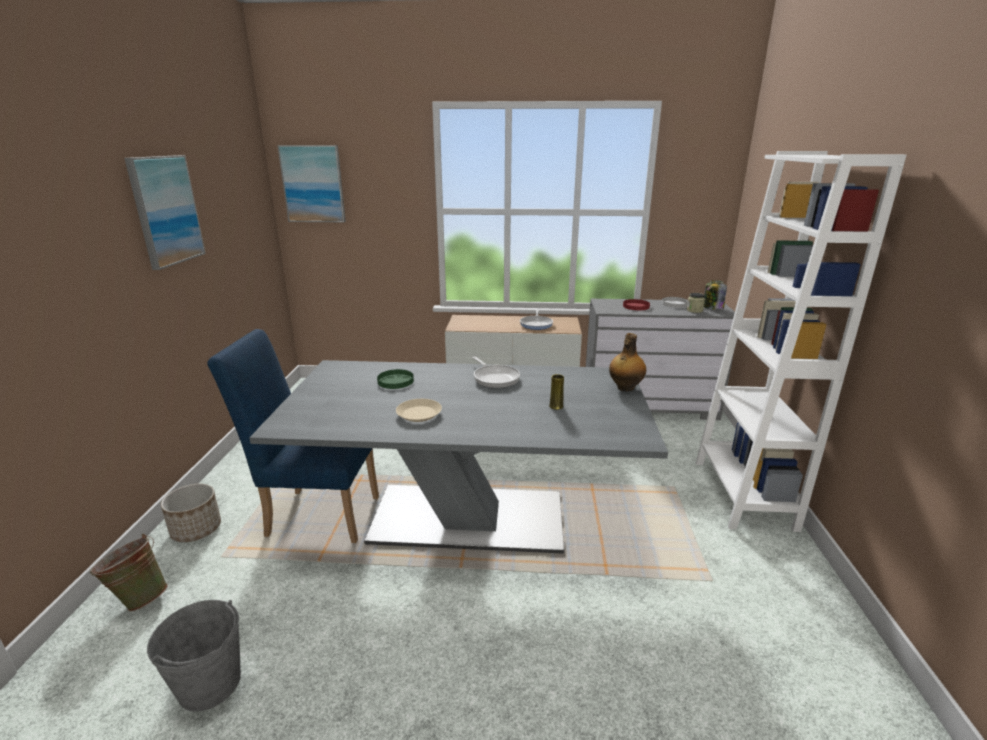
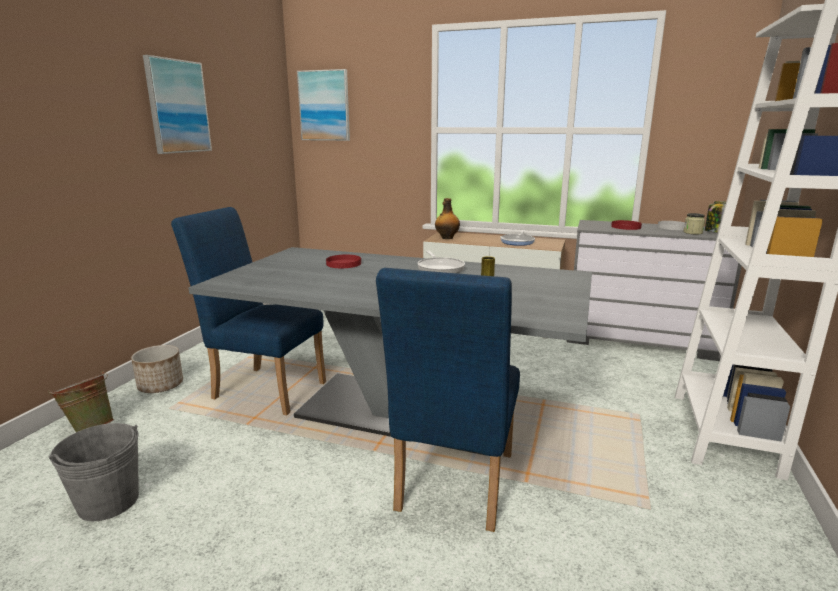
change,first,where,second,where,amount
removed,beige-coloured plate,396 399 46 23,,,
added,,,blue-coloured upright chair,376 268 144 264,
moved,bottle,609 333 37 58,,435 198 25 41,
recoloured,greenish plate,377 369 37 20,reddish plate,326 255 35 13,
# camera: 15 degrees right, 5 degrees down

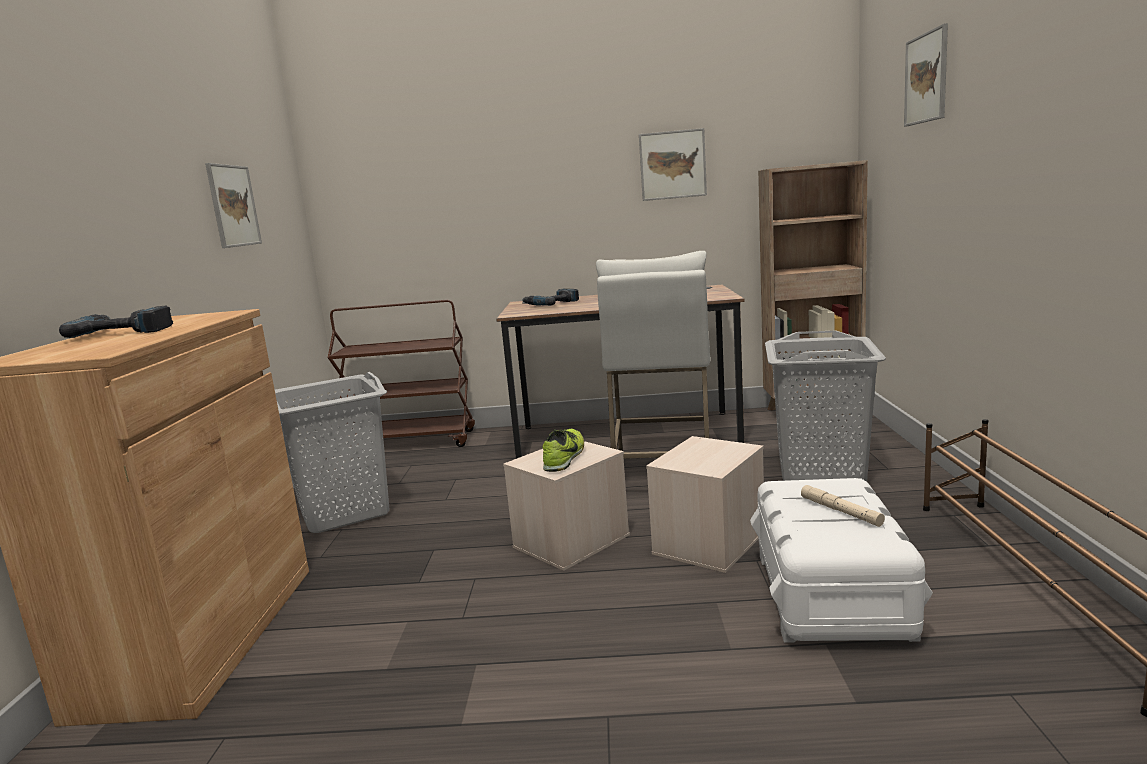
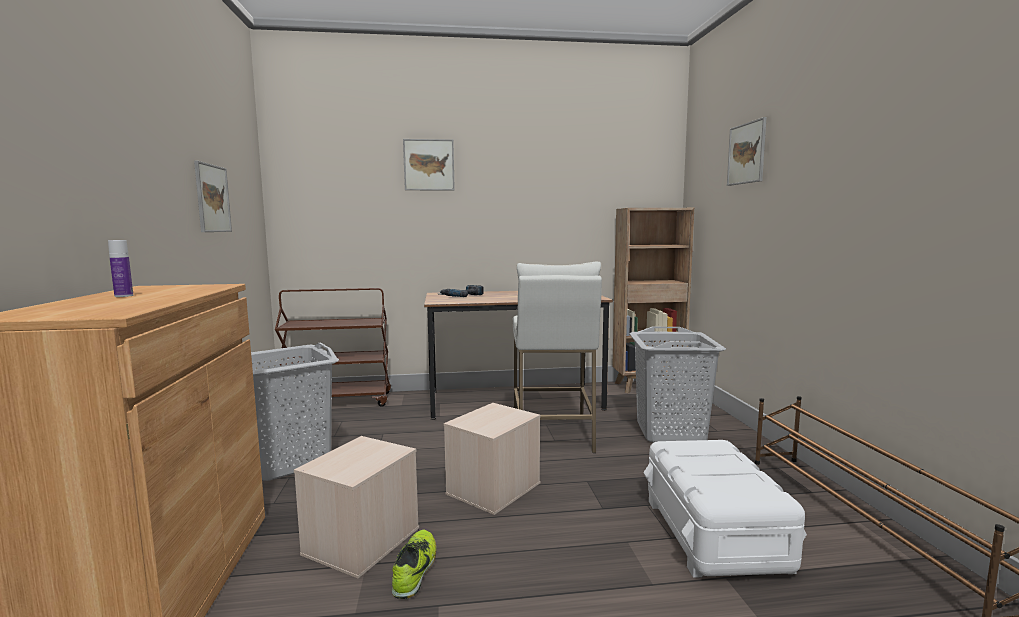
change,first,where,second,where,amount
removed,beige-coloured flashlight,801 485 84 42,,,
moved,item of footwear,543 429 41 43,,392 530 44 69,
moved,wall art,639 128 68 73,,403 139 52 51,
moved,beige-coloured storage bin,646 436 118 137,,294 436 125 142,
replaced,electric drill,59 306 114 32,bottle,108 240 25 57,
# camera: 10 degrees left, 5 degrees down

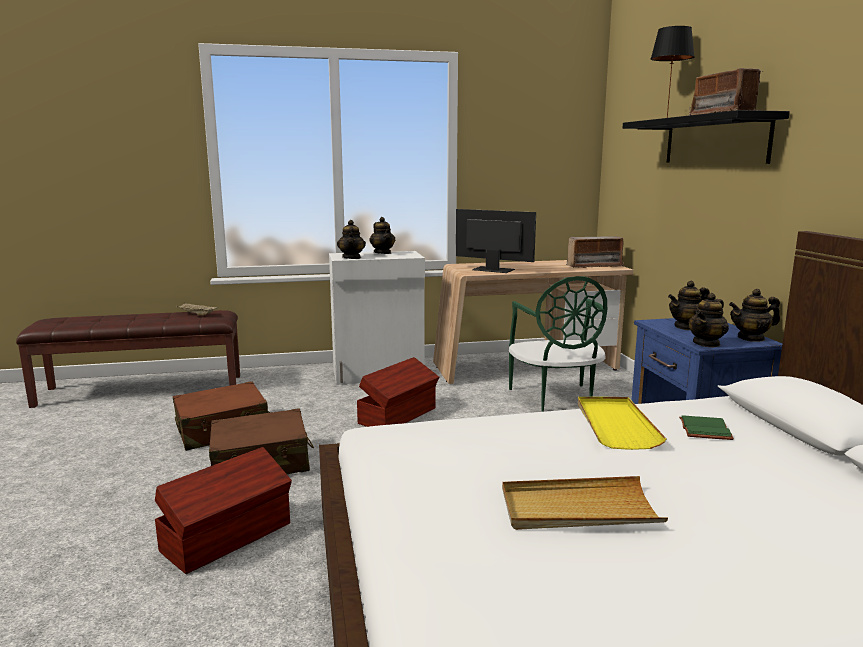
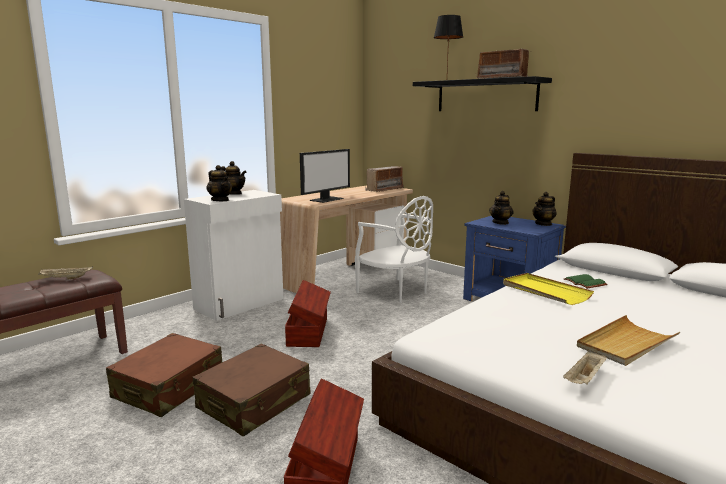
change,first,where,second,where,amount
removed,pot for tea,688 293 41 55,,,
added,,,beige-coloured carrying tray,563 350 44 35,
recoloured,greenish upright chair,509 276 98 136,whitish upright chair,355 196 78 107,
turned,computer screen,456 209 80 64,,300 149 50 54,135 degrees clockwise
# camera: 35 degrees left, 0 degrees up

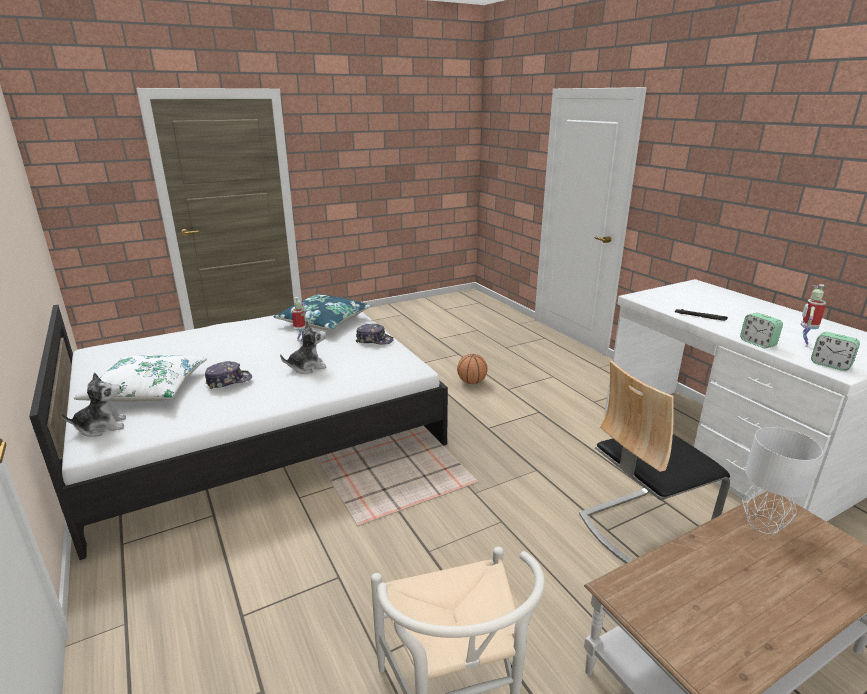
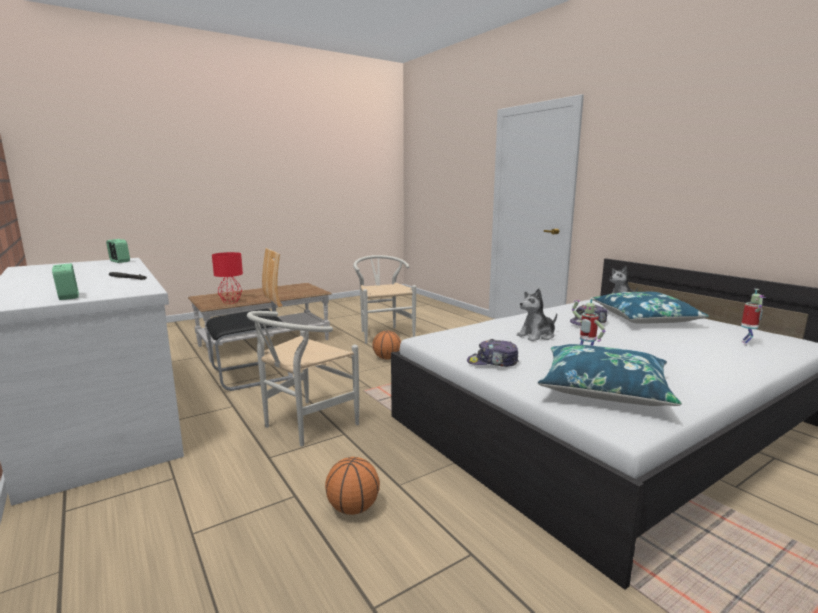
change,first,where,second,where,amount
added,,,whitish upright chair,247 311 112 135,
added,,,basketball,372 331 29 29,
moved,alarm clock,740 313 43 35,,52 263 27 37,
moved,model robot,801 284 25 63,,741 289 25 57,
recoloured,whitish pillow,74 355 133 46,blue-coloured pillow,593 292 116 32,
recoloured,grey table lamp,742 427 81 107,reddish table lamp,212 252 31 52,
# camera: 175 degrees right, 10 degrees down

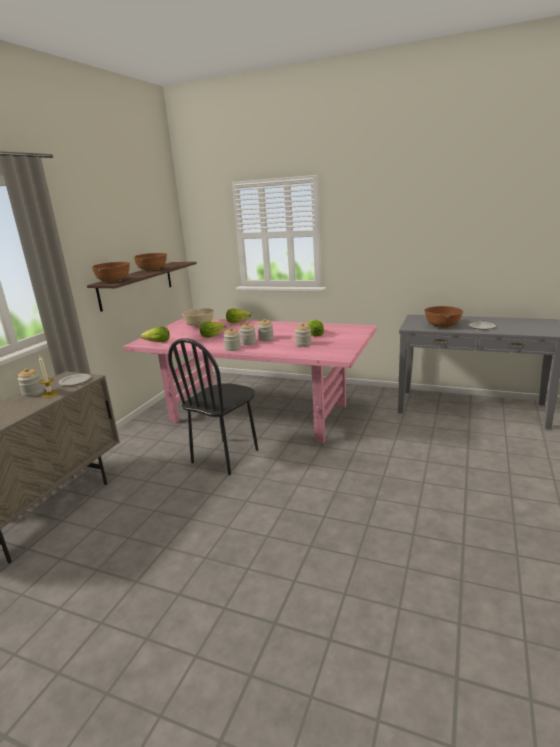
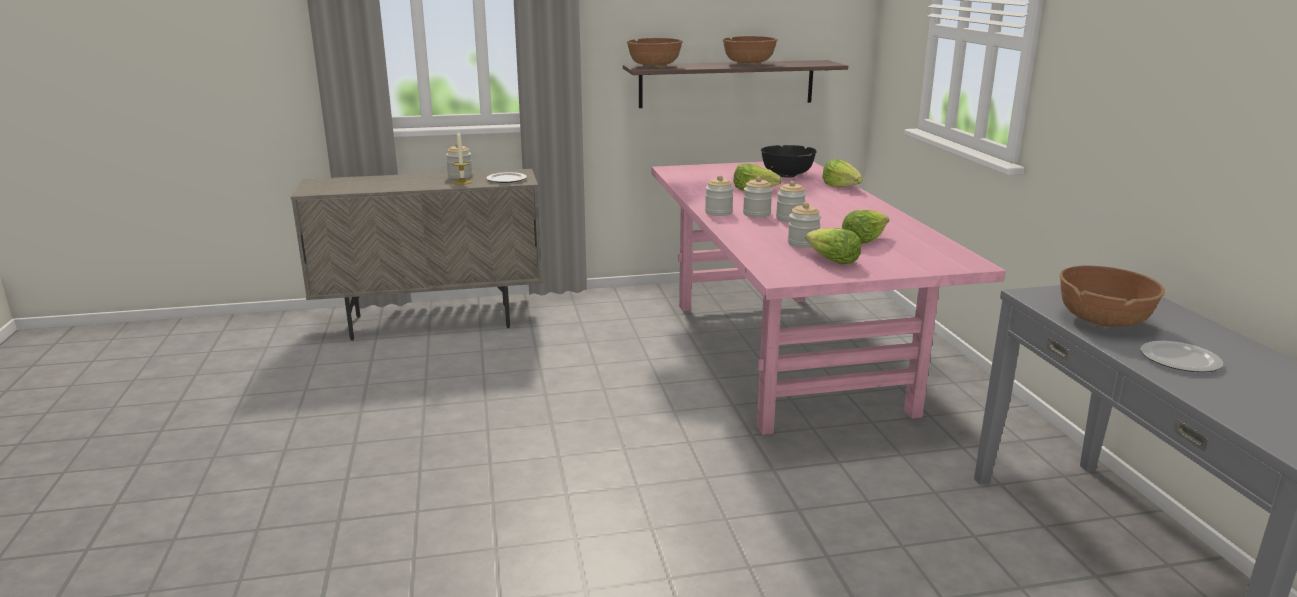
change,first,where,second,where,amount
removed,black-coloured upright chair,168 338 90 137,,,
moved,lettuce,141 326 29 16,,805 228 56 36,
recoloured,beige-coloured bowl,182 308 32 20,black-coloured bowl,761 145 56 33,
# camera: 55 degrees right, 0 degrees up

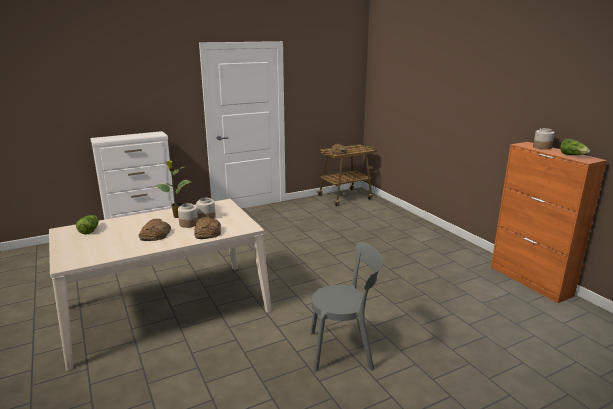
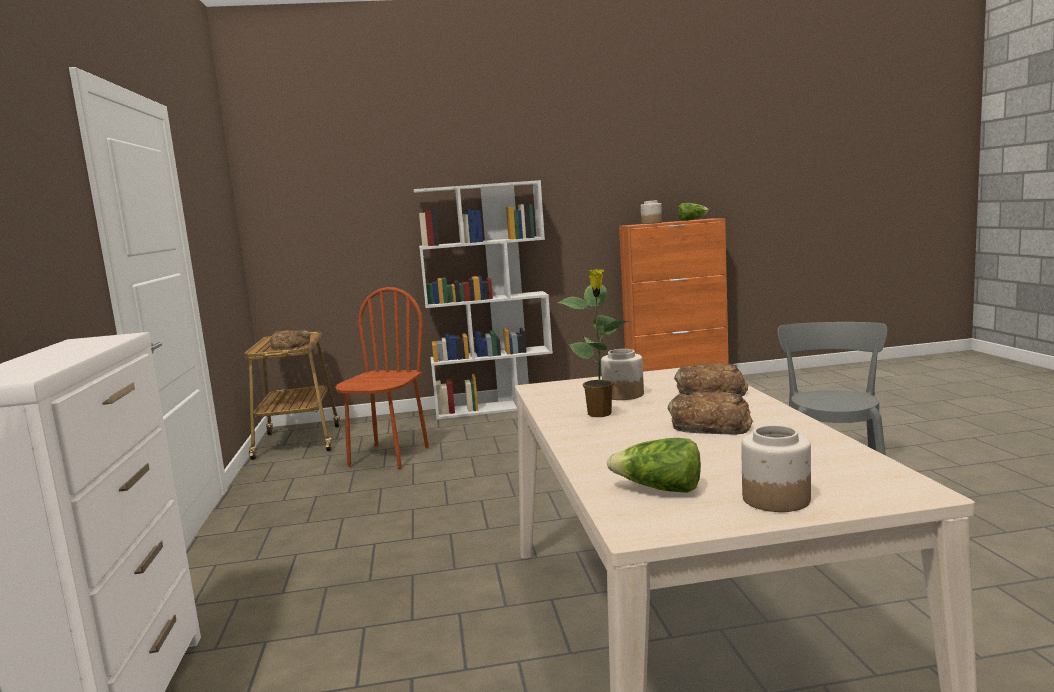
change,first,where,second,where,amount
added,,,brownish upright chair,335 287 94 182,
added,,,whitish bookcase,414 180 139 239,
moved,storage jar,178 203 20 25,,741 425 70 87,
# camera: 70 degrees left, 10 degrees down

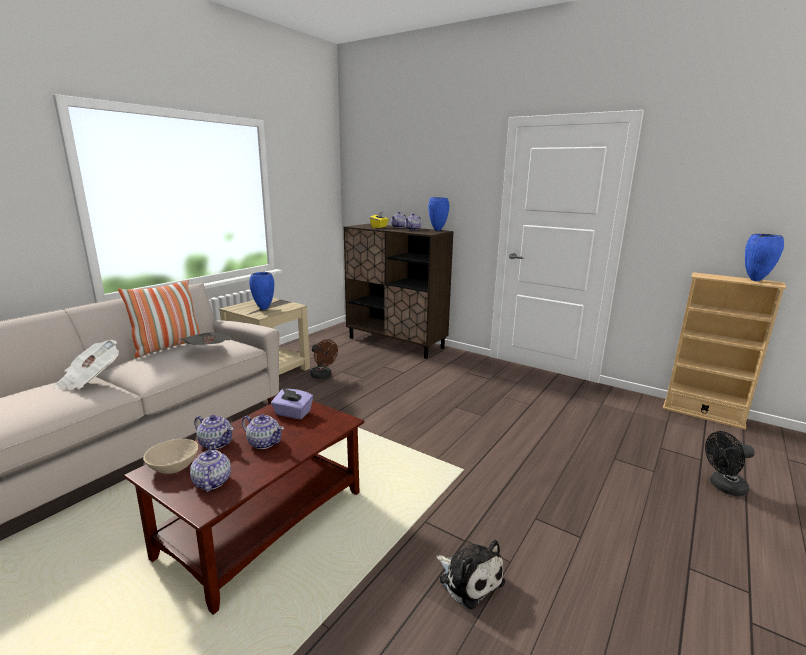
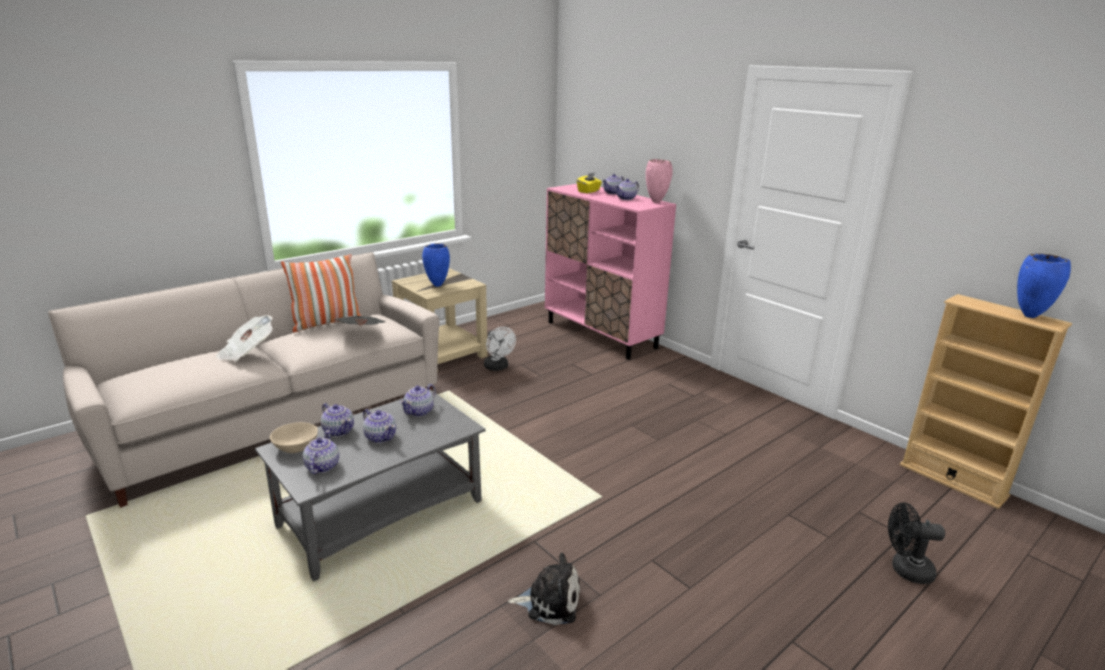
change,first,where,second,where,amount
replaced,purple tissue box,271 388 42 31,pot for tea,400 384 36 33,
recoloured,brownish lounge table,124 401 240 214,grey lounge table,255 389 231 192,
recoloured,brownish fan,310 339 28 40,whitish fan,484 327 32 44,
recoloured,brownish cupboard,344 224 110 135,pink cupboard,545 184 131 176,
recoloured,blue-coloured decorative vase,428 197 21 34,pink decorative vase,646 159 27 44,
turned,cuddly toy,436 540 69 69,,508 553 72 72,60 degrees counterclockwise
# camera: 15 degrees right, 5 degrees up

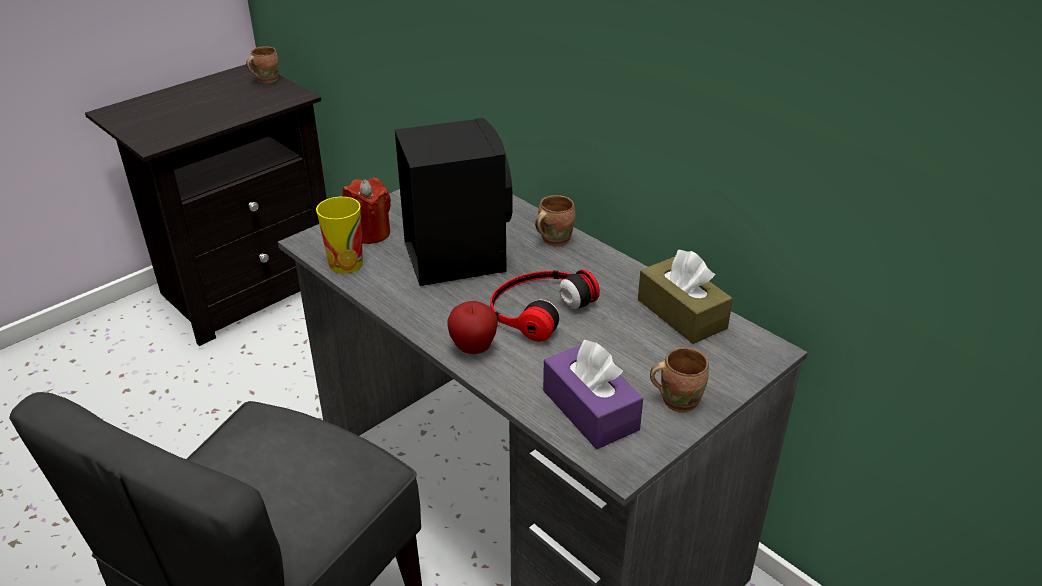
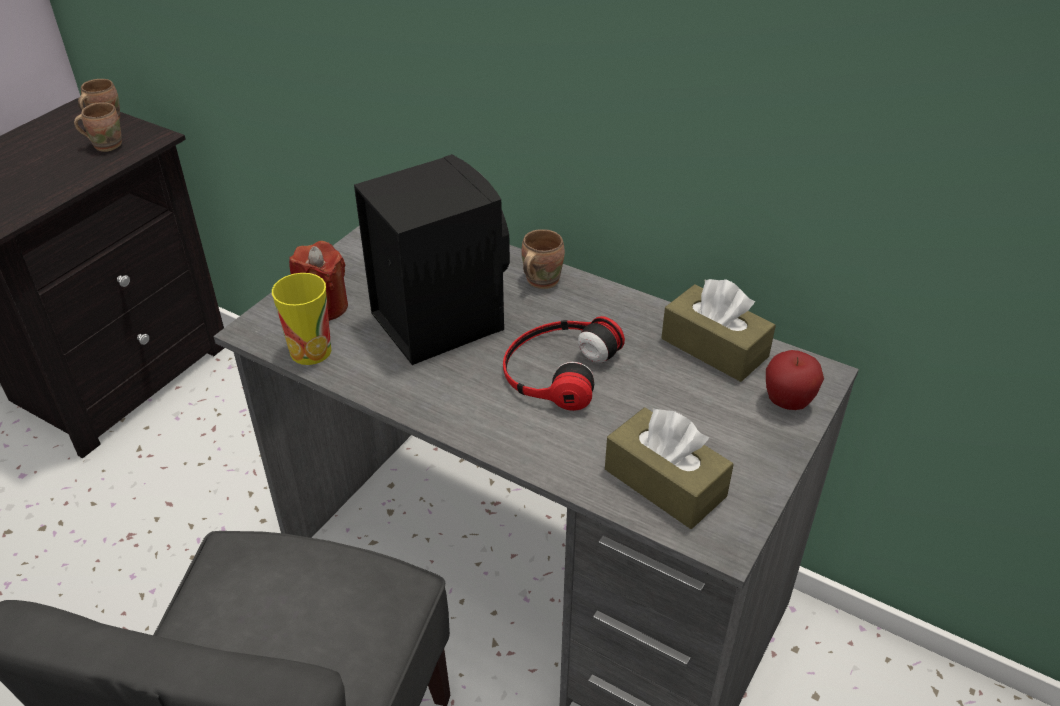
change,first,where,second,where,amount
moved,whole apple,448 301 50 53,,766 350 58 60,
moved,brownish tea mug,650 347 59 66,,74 102 48 50,
recoloured,purple tissue box,543 340 100 109,brownish tissue box,605 408 129 121,
# camera: 15 degrees left, 5 degrees up

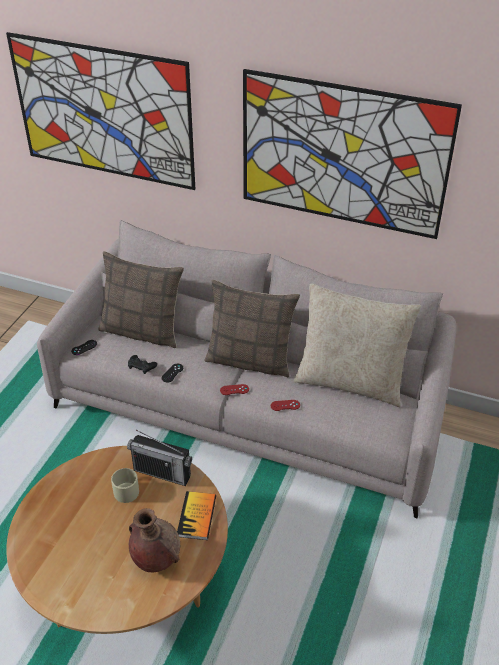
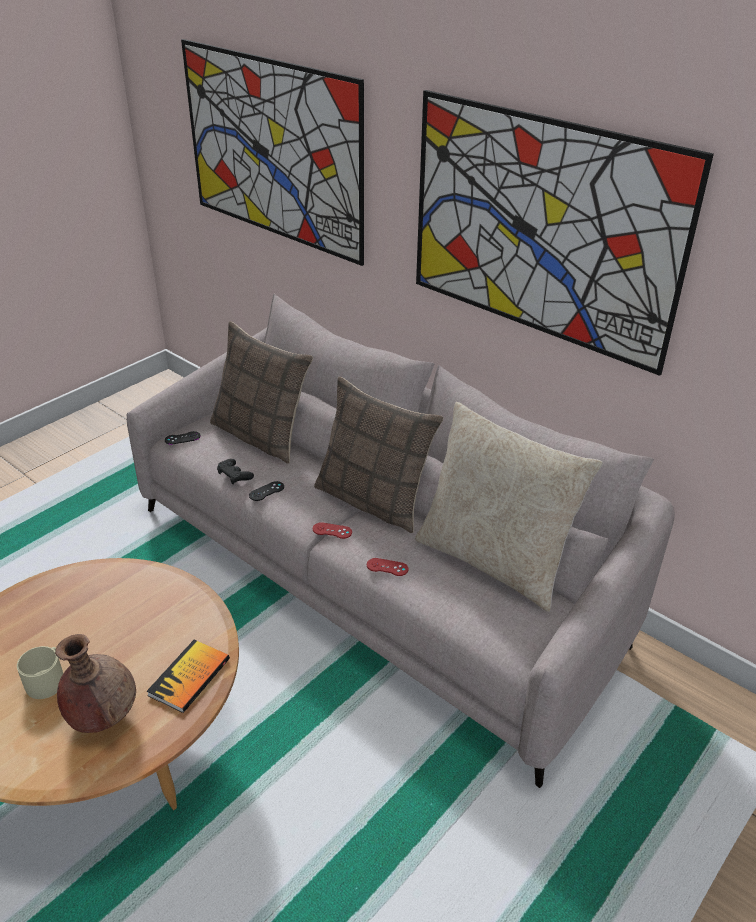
change,first,where,second,where,amount
removed,radio receiver,127 430 65 56,,,
moved,beige-coloured tea mug,111 468 28 35,,17 646 46 53,
# camera: 20 degrees right, 5 degrees down

